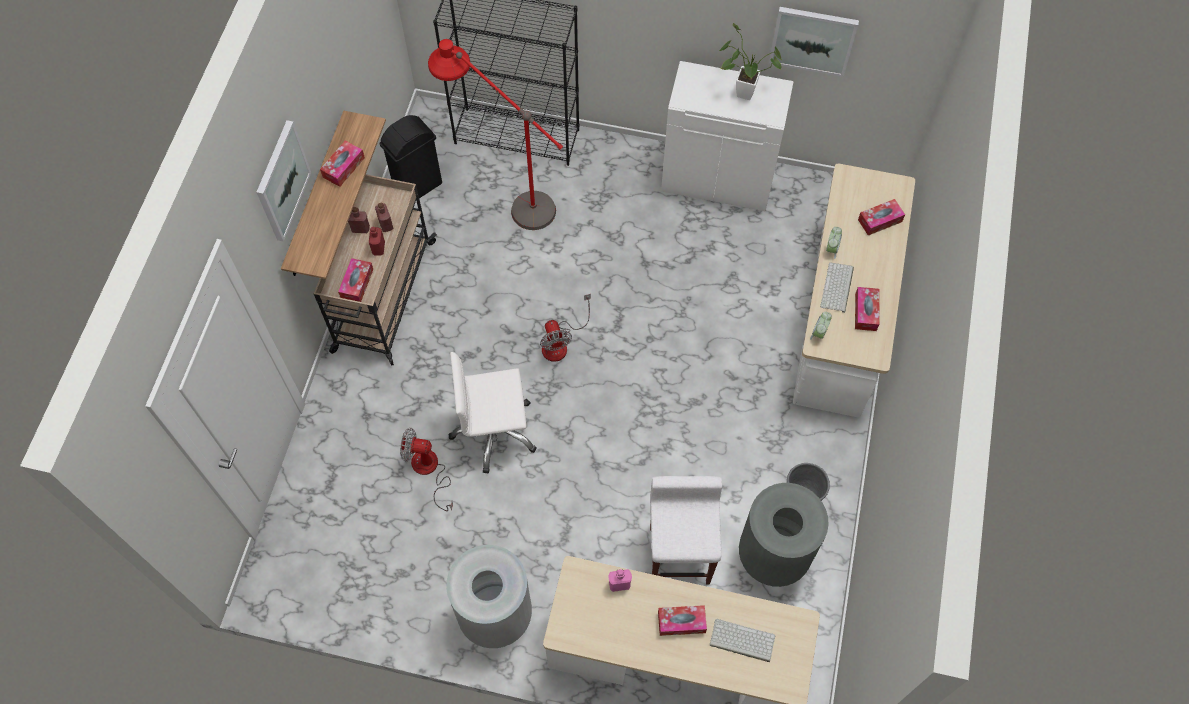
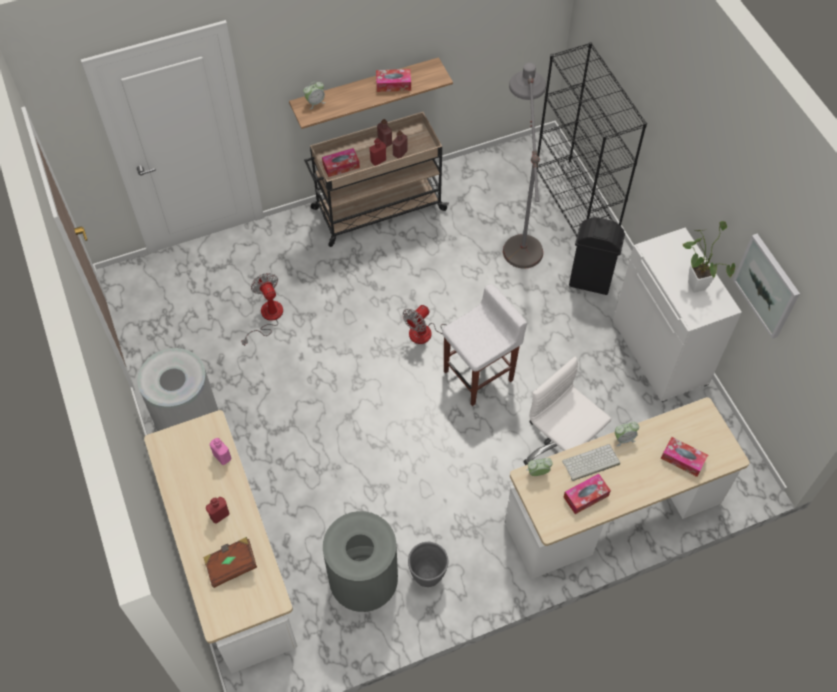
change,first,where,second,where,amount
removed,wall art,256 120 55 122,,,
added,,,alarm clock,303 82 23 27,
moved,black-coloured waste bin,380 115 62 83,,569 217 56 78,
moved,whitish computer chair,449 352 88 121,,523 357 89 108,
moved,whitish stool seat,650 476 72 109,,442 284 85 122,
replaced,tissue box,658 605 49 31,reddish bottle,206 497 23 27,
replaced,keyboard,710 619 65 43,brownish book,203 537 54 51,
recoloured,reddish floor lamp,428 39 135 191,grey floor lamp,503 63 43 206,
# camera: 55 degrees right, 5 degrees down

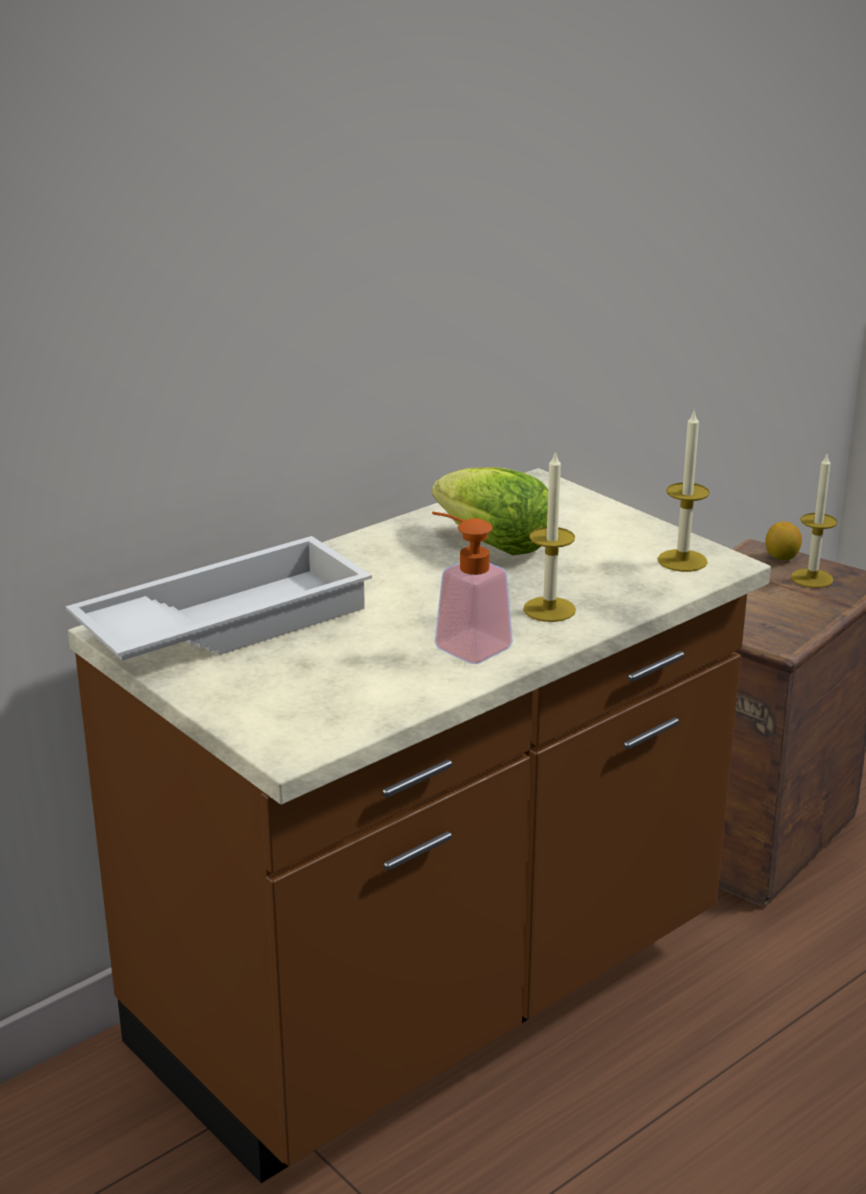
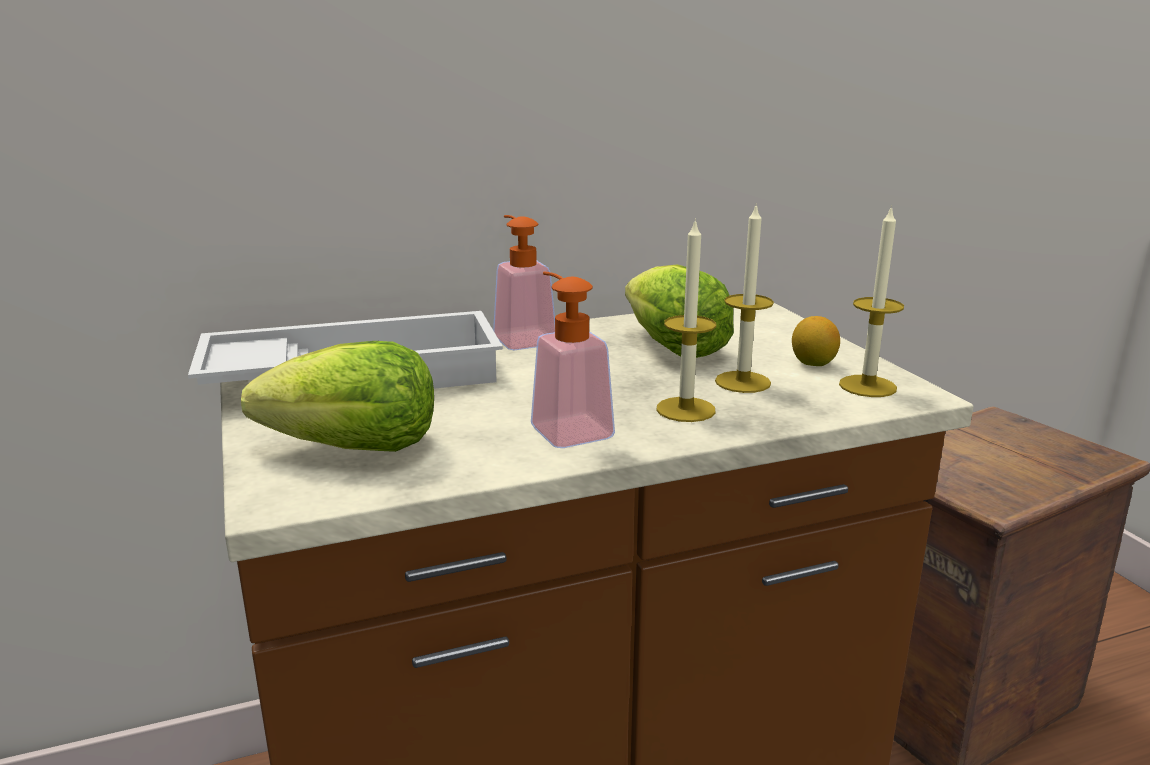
change,first,where,second,where,amount
added,,,lettuce,241 341 193 111,
added,,,soap bottle,493 215 62 135,
moved,whole lemon,765 522 37 38,,792 316 48 50,
moved,wax light,791 455 46 133,,715 203 59 190,
# camera: 20 degrees right, 5 degrees down

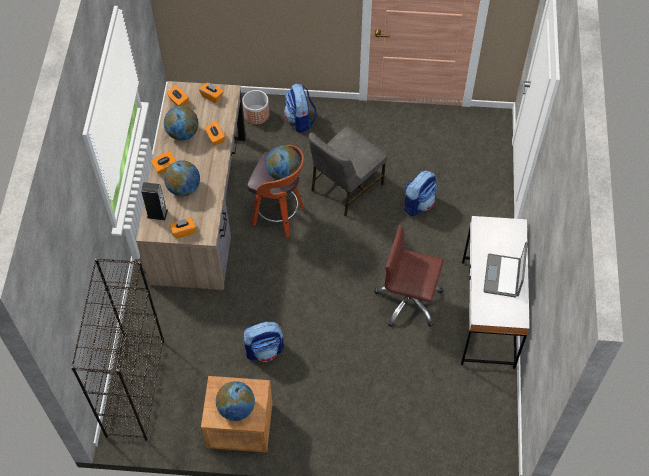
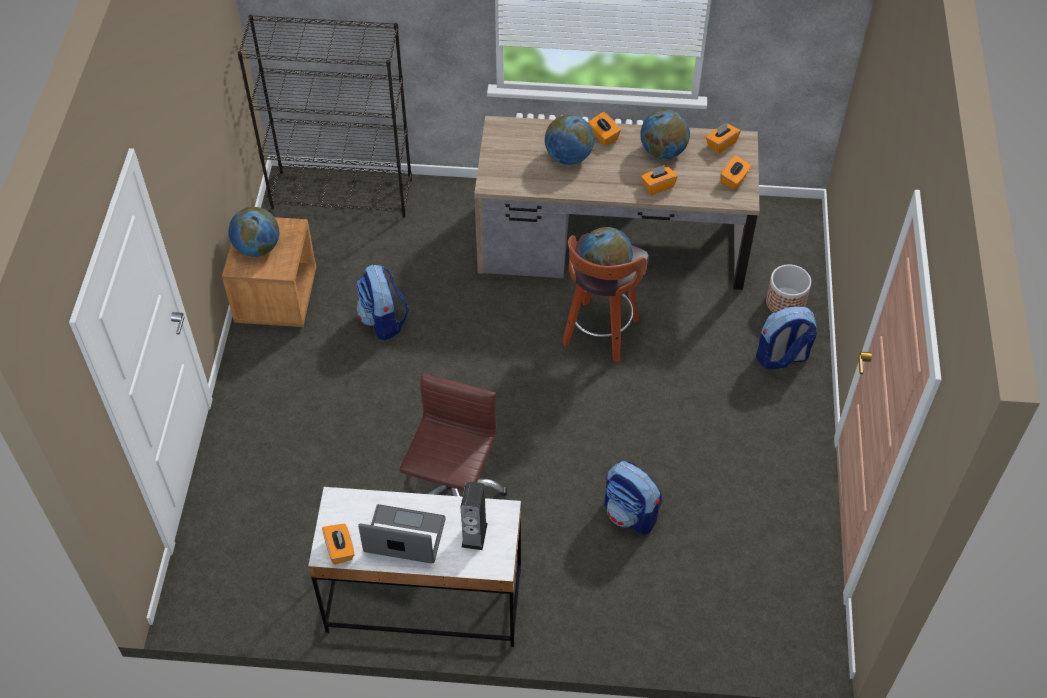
change,first,where,second,where,amount
removed,grey upright chair,309 126 79 91,,,
moved,audio speaker,141 182 27 38,,460 481 28 69,
moved,orange tissue box,170 218 26 20,,322 524 32 41,
# camera: 90 degrees right, 5 degrees down

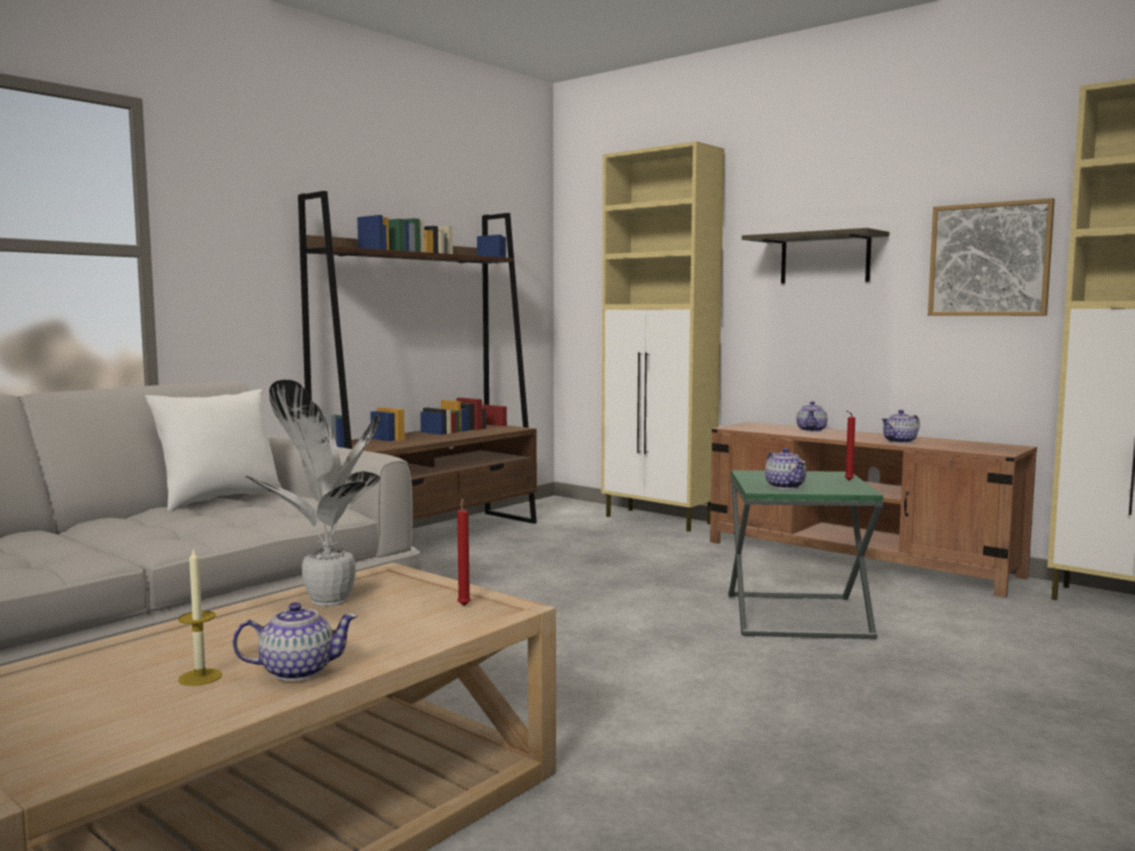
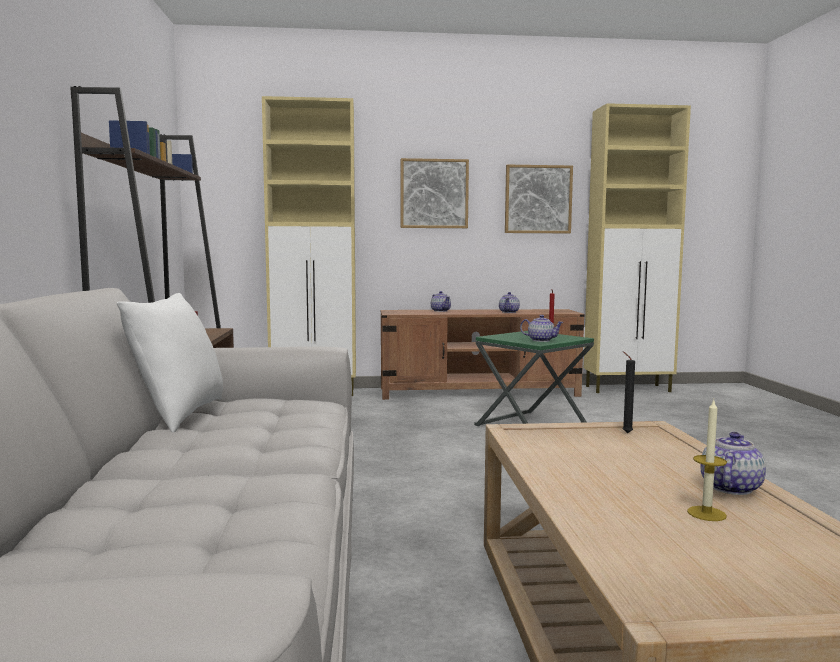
change,first,where,second,where,amount
removed,plant in a pot,245 380 135 226,,,
replaced,shelf,742 228 147 56,wall art,401 158 68 70,
recoloured,reddish wax light,457 498 14 108,black-coloured wax light,622 351 13 82,
# camera: 45 degrees left, 0 degrees up

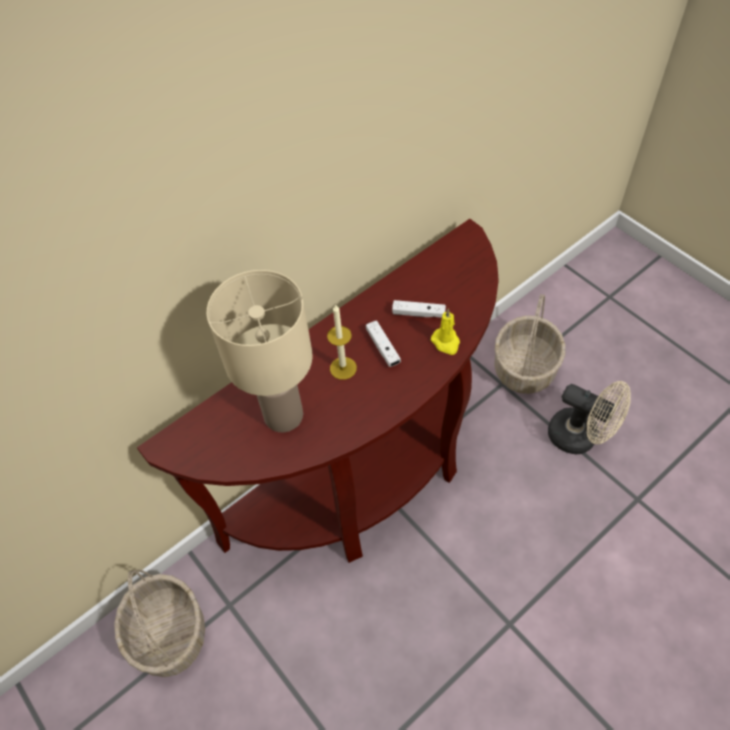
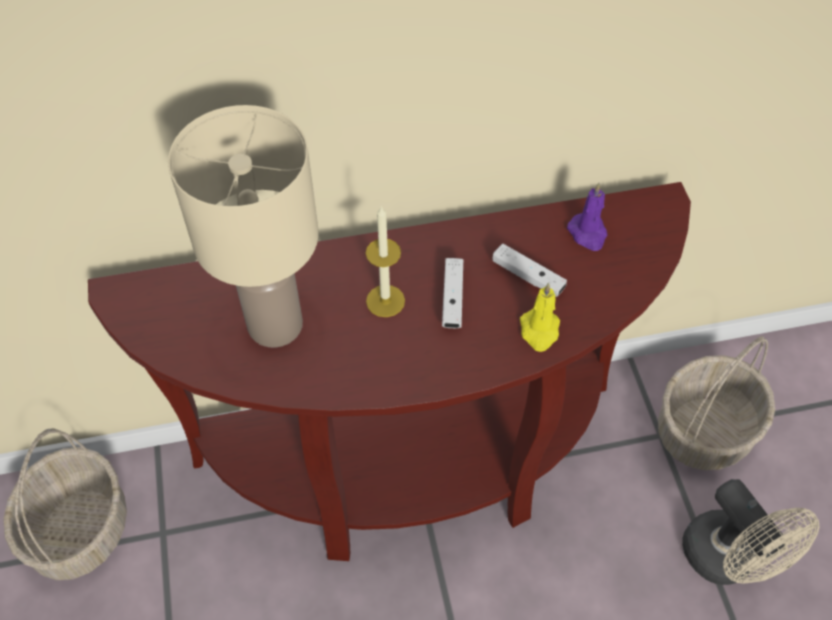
change,first,where,second,where,amount
added,,,purple wax light,567 183 40 68,
# camera: 25 degrees right, 0 degrees up

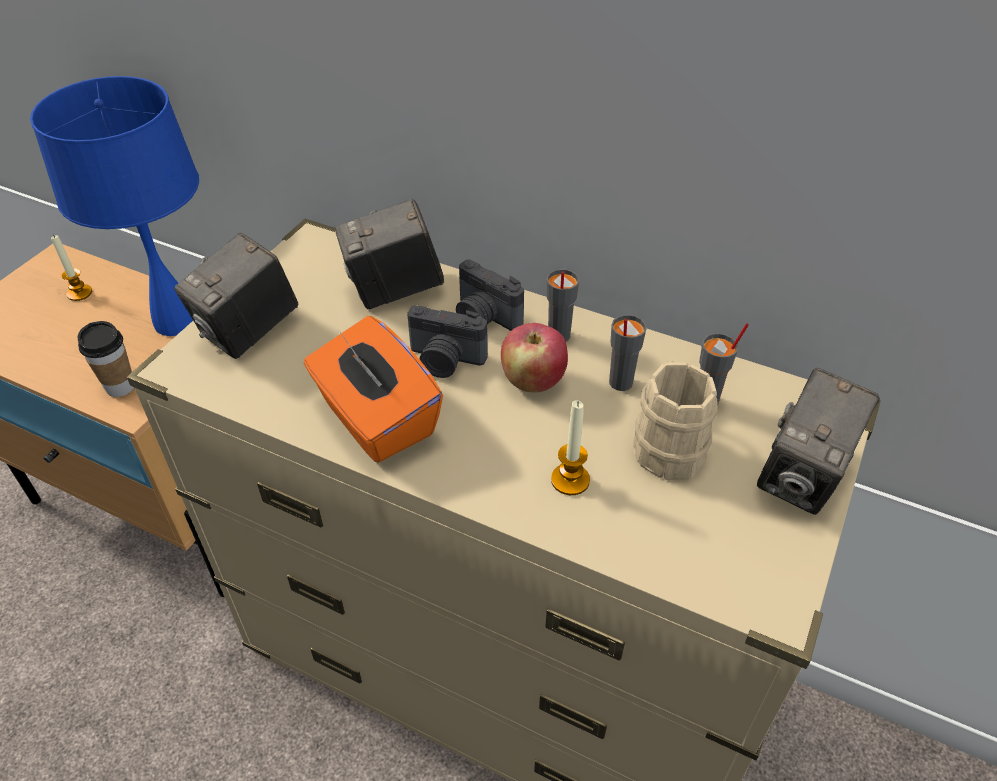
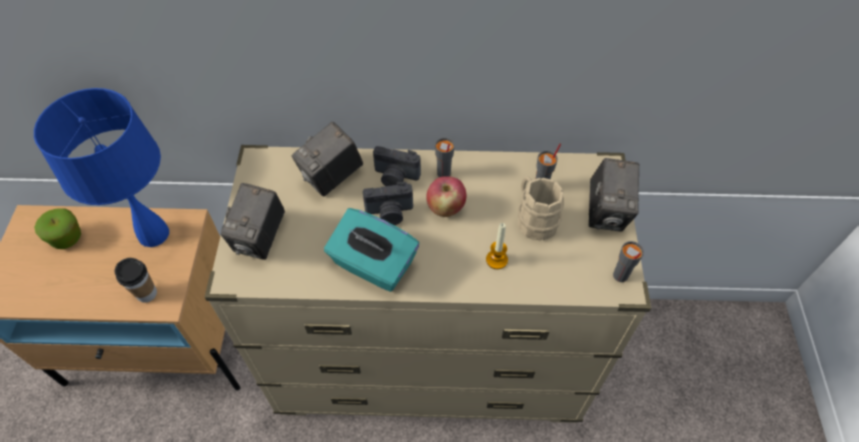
change,first,where,second,where,amount
moved,grey drinking cup,609 315 38 76,,613 241 31 41,
replaced,wax light,51 234 41 67,whole apple,34 208 47 41,
recoloured,orange tissue box,304 316 139 146,turquoise-coloured tissue box,324 208 95 84,
# camera: 25 degrees left, 10 degrees up

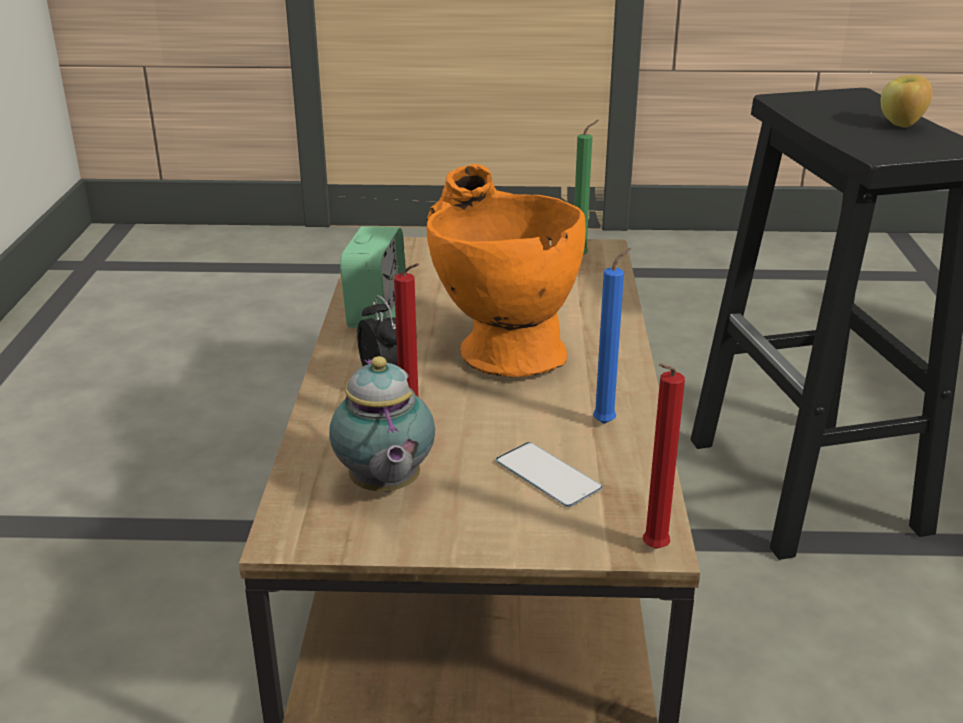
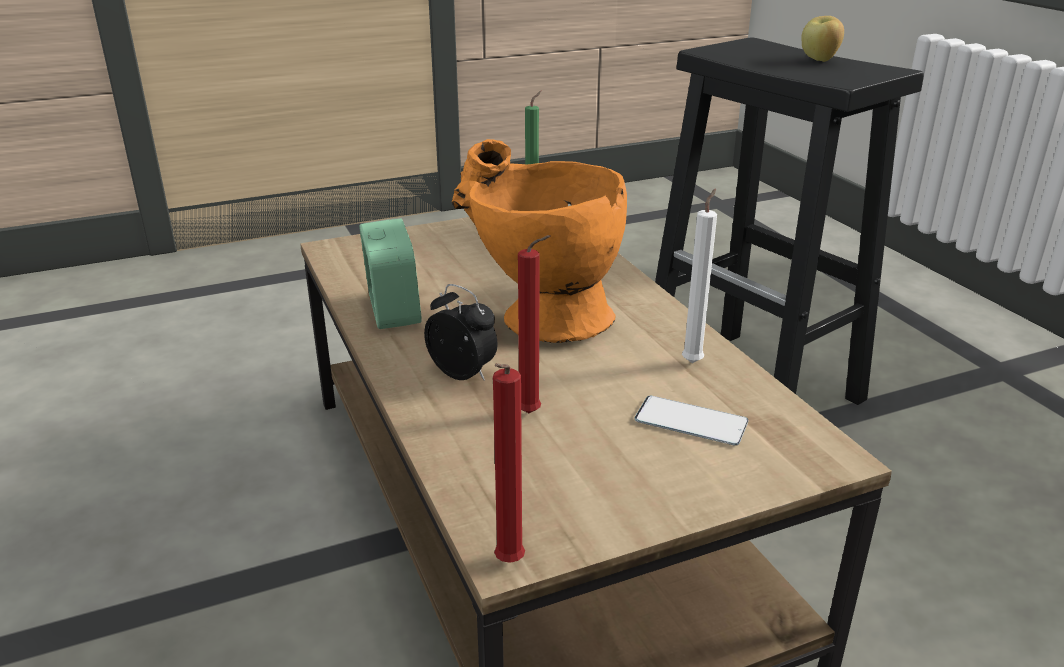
change,first,where,second,where,amount
removed,pot for tea,329 356 106 136,,,
moved,reddish wax light,643 363 42 186,,493 363 32 200,
recoloured,blue-coloured wax light,593 248 38 176,whitish wax light,682 188 35 175,
# camera: 25 degrees left, 0 degrees up

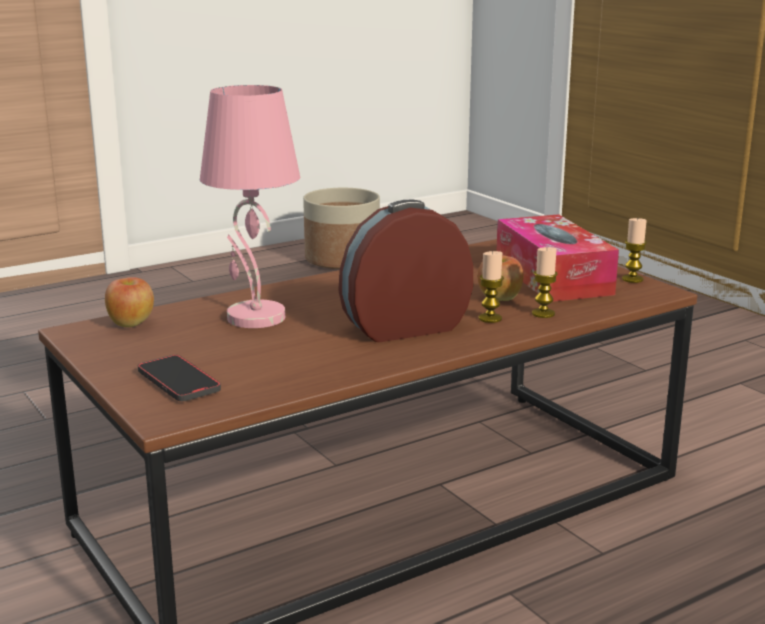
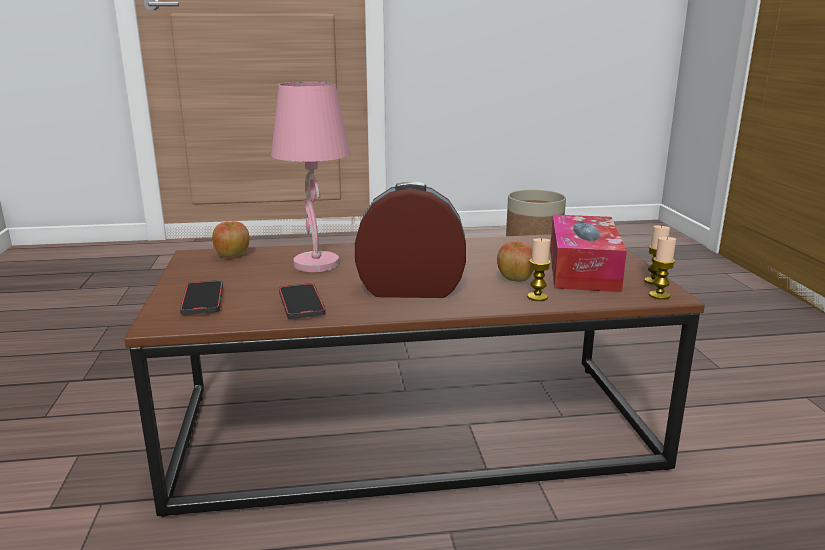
change,first,where,second,where,amount
added,,,phone,279 283 47 36,
moved,wax light,479 251 25 72,,649 236 27 64,
# camera: 25 degrees right, 0 degrees up

